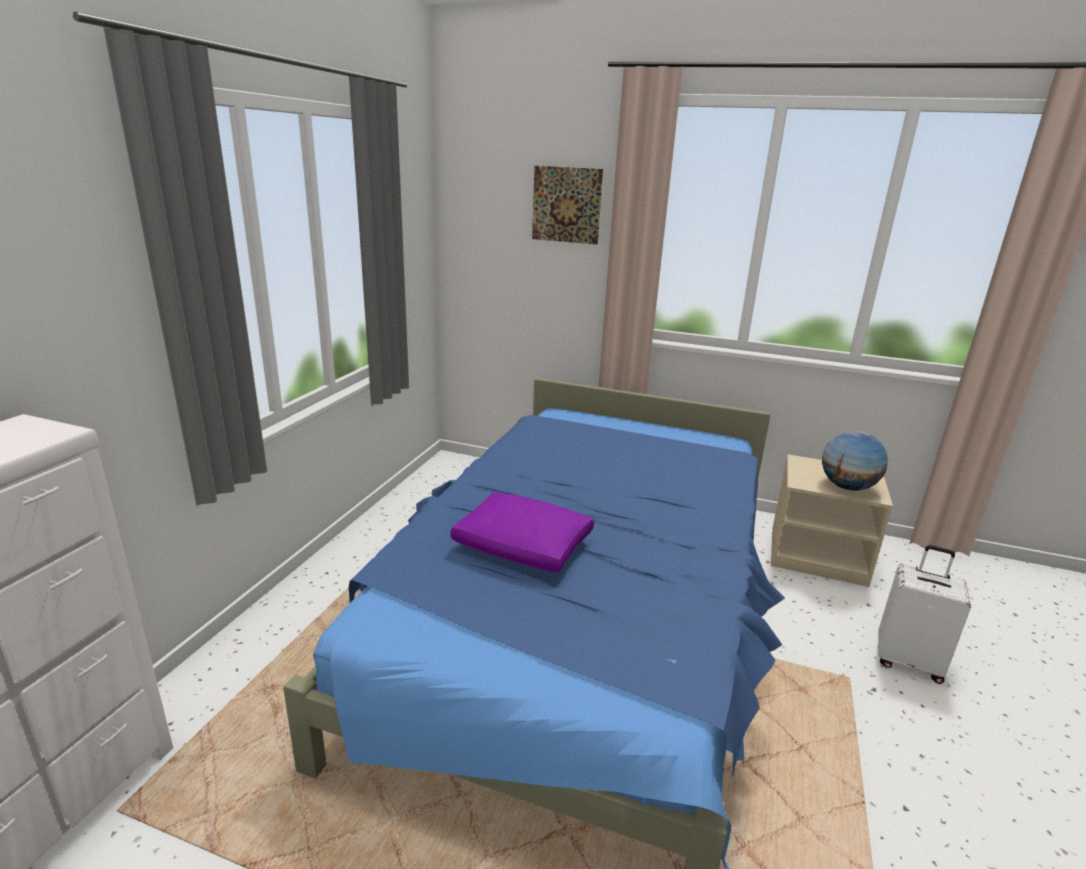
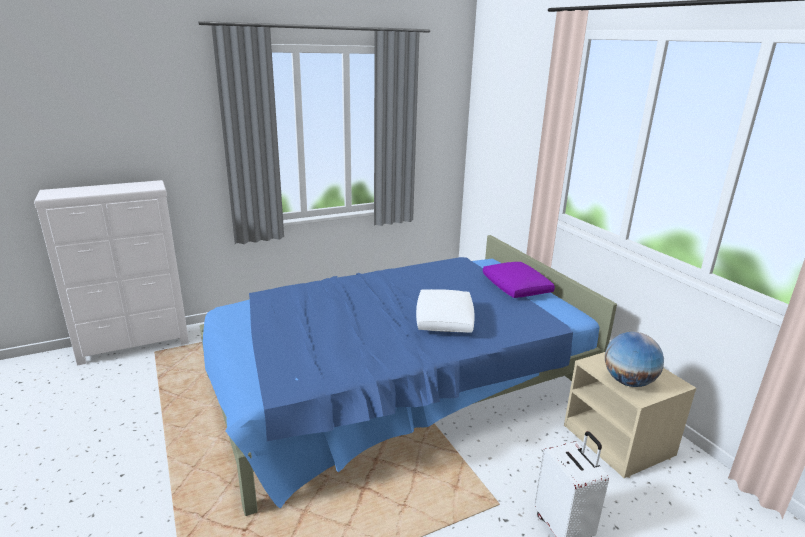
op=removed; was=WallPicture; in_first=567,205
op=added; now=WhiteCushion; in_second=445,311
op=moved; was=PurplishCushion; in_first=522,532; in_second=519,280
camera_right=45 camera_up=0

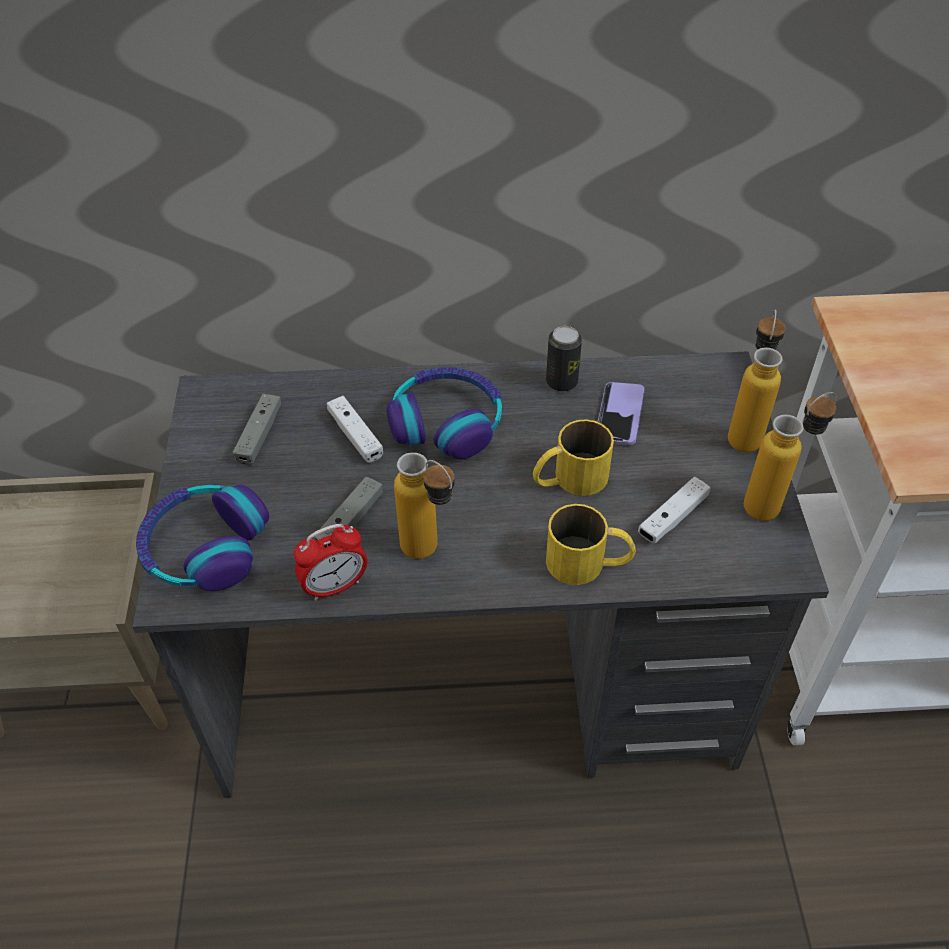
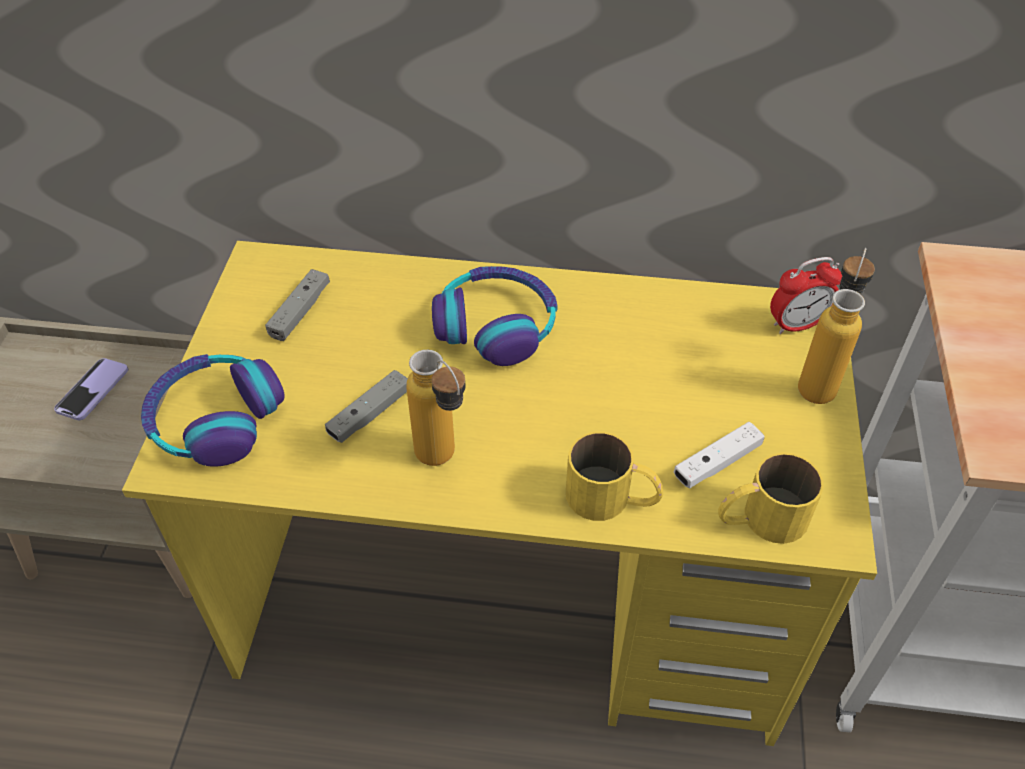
op=removed; was=WhiteJoypad; in_first=355,429
op=removed; was=SealedCan; in_first=564,359
op=removed; was=BeverageBottle; in_first=790,456
op=moved; was=AlarmClock; in_first=330,562; in_second=806,295
op=moved; was=YellowColouredMug; in_first=573,457; in_second=771,498
op=moved; was=Phone; in_first=621,413; in_second=91,389
op=recoloured; was=GrayDeskUnit; now=YellowColouredDeskUnit; in_first=481,574; in_second=499,493
camera_right=10 camera_up=0

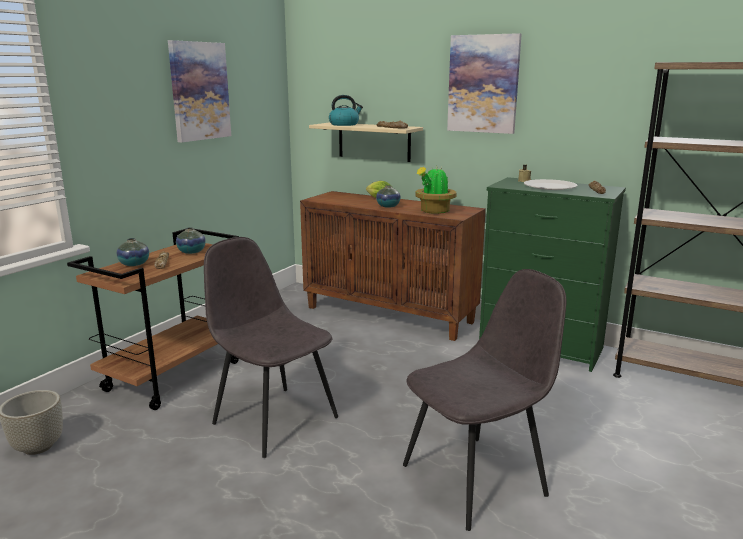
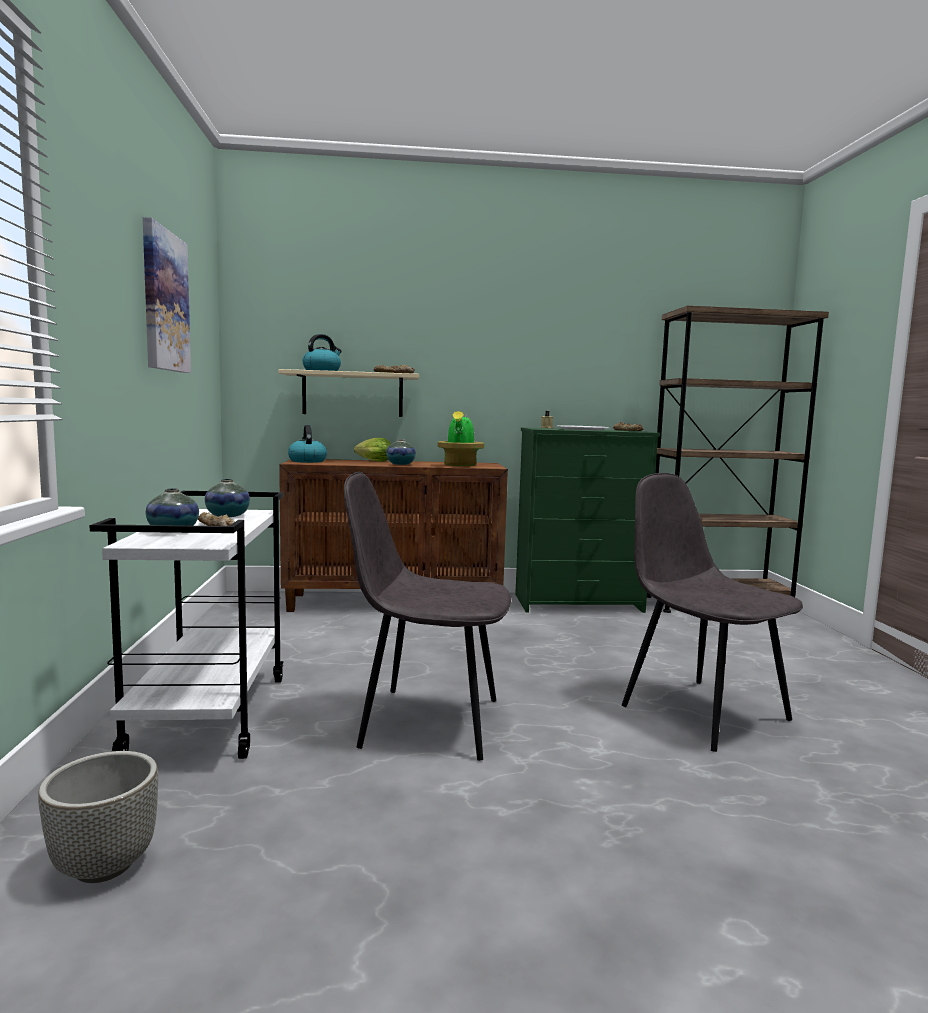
op=removed; was=WallPicture; in_first=484,83
op=added; now=Kettle; in_second=307,444
op=recoloured; was=BrownTrolley; now=WhiteTrolley; in_first=153,319; in_second=186,625
op=turned; was=GrayPlainChair; in_first=484,400; in_second=712,612; clockwise=-60
camera_right=-35 camera_up=-10

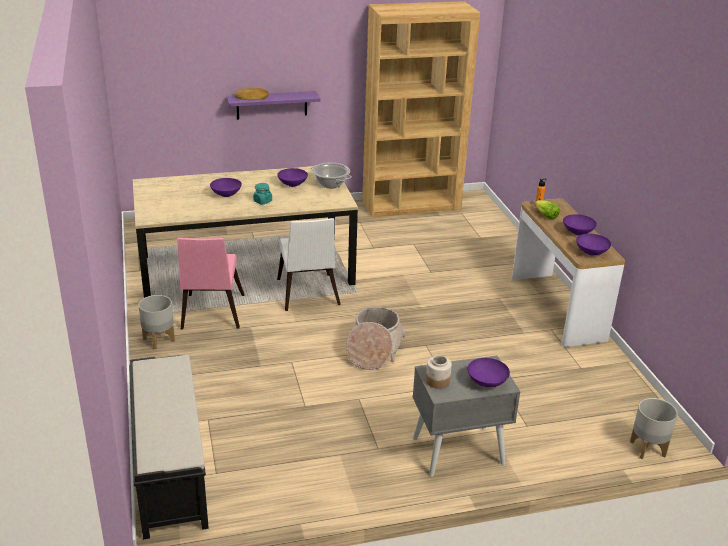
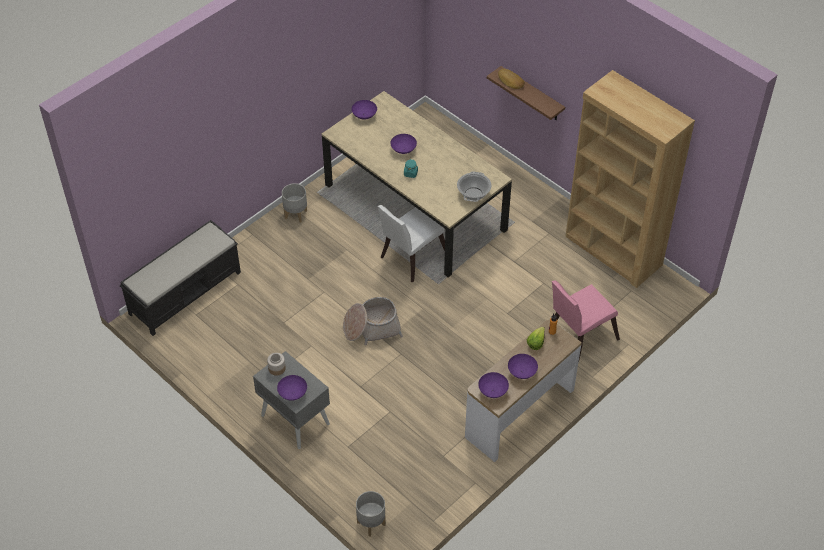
op=moved; was=PinkishPlainChair; in_first=211,283; in_second=586,319
op=moved; was=PurplishDeepDish; in_first=292,177; in_second=364,109
op=recoloured; was=PurplishShelf; now=BrownShelf; in_first=274,105; in_second=526,93
camera_right=60 camera_up=20

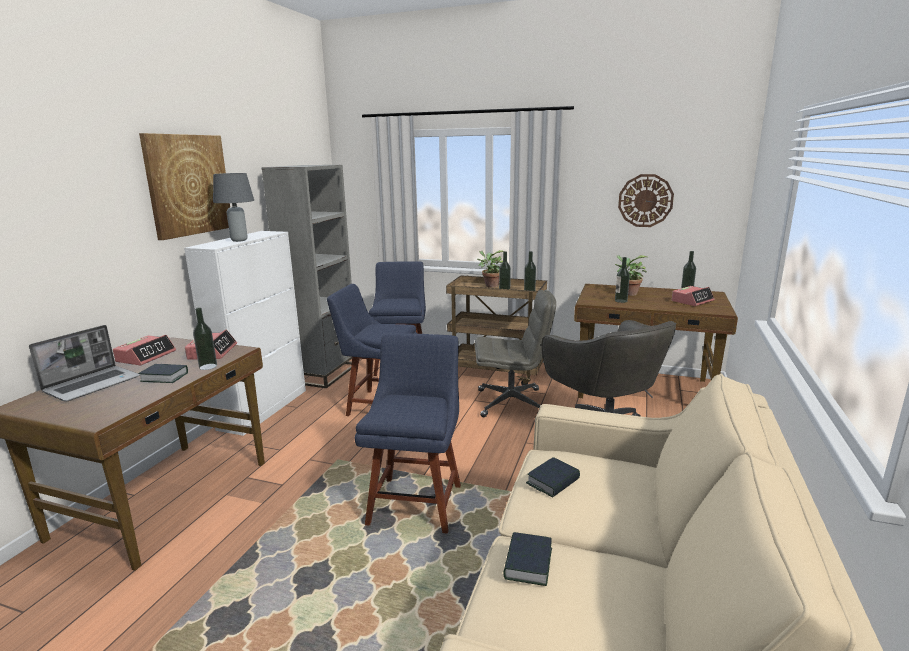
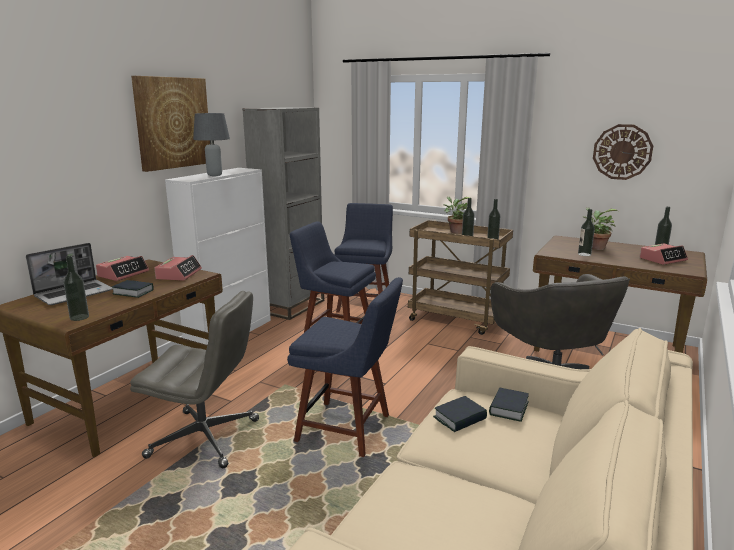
op=moved; was=BeverageBottle; in_first=205,339; in_second=76,288
op=moved; was=GrayDeskChair; in_first=515,353; in_second=194,379
op=moved; was=Book; in_first=527,559; in_second=509,404
op=turned; was=BluePlainChair; in_first=408,433; in_second=345,367; clockwise=90
camera_right=10 camera_up=0

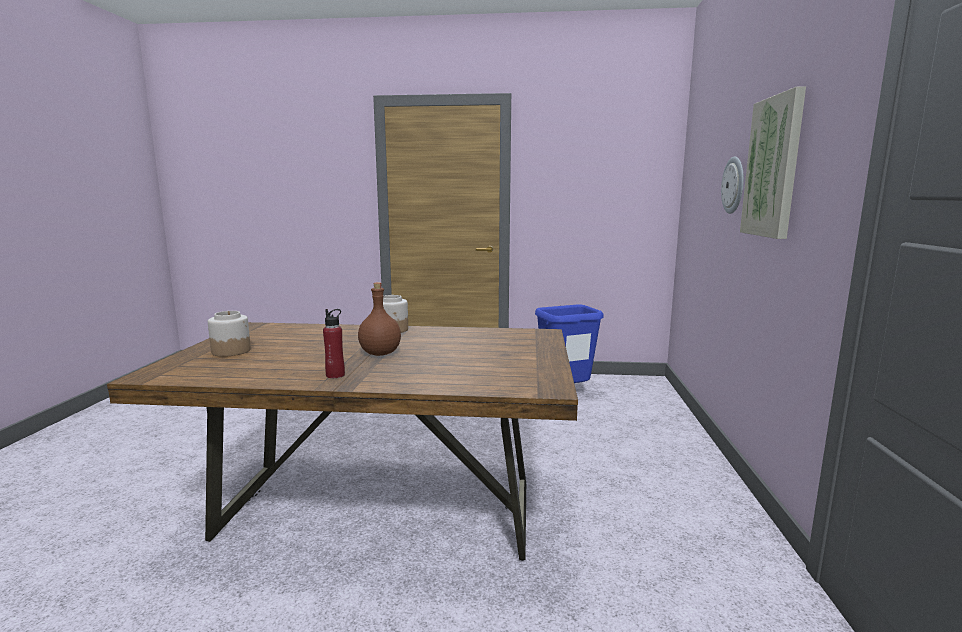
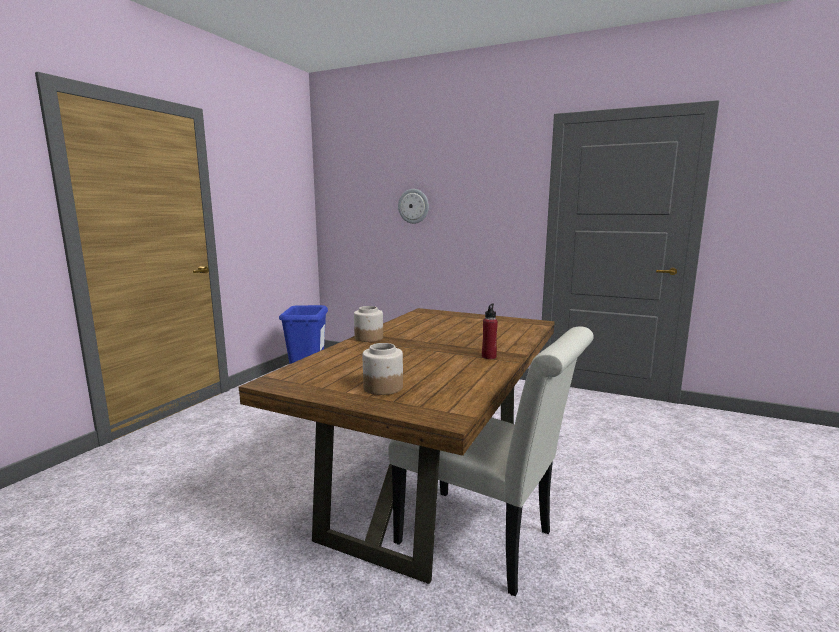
op=removed; was=BrownBeverageBottle; in_first=379,319
op=removed; was=WallPicture; in_first=773,162
op=added; now=WhitePlainChair; in_second=491,461
camera_right=-70 camera_up=0

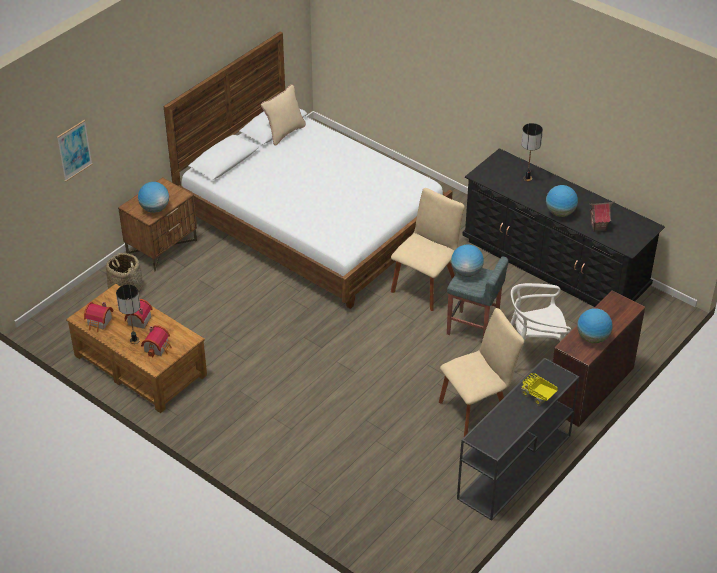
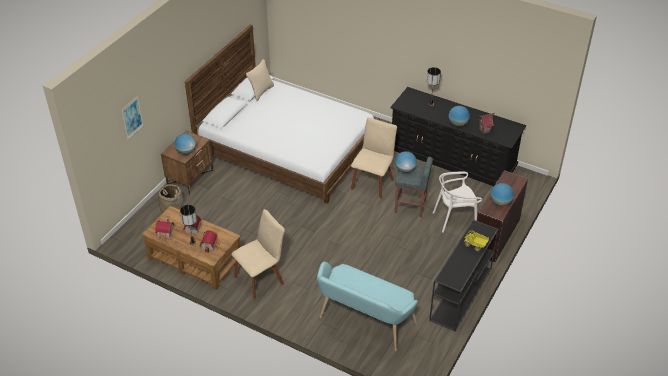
op=added; now=TurquoiseIndoorBench; in_second=367,306
op=moved; was=BeigeColouredPlainChair; in_first=481,372; in_second=258,254
camera_right=-10 camera_up=0

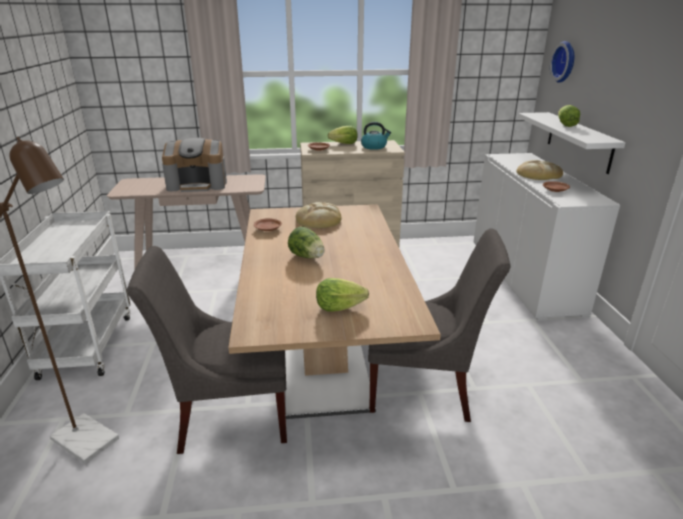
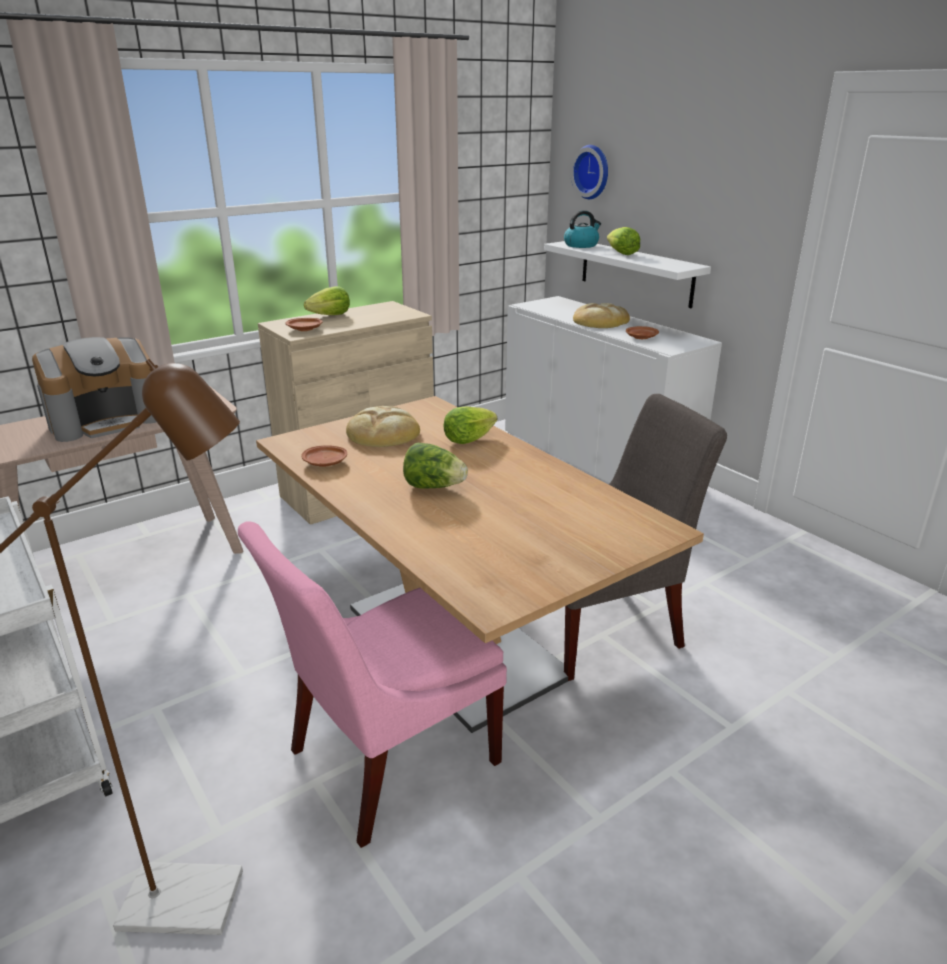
op=moved; was=HeadOfLettuce; in_first=342,295; in_second=470,425
op=moved; was=Kettle; in_first=376,136; in_second=582,229
op=recoloured; was=GrayPlainChair; now=PinkishPlainChair; in_first=207,350; in_second=372,684
camera_right=-30 camera_up=0

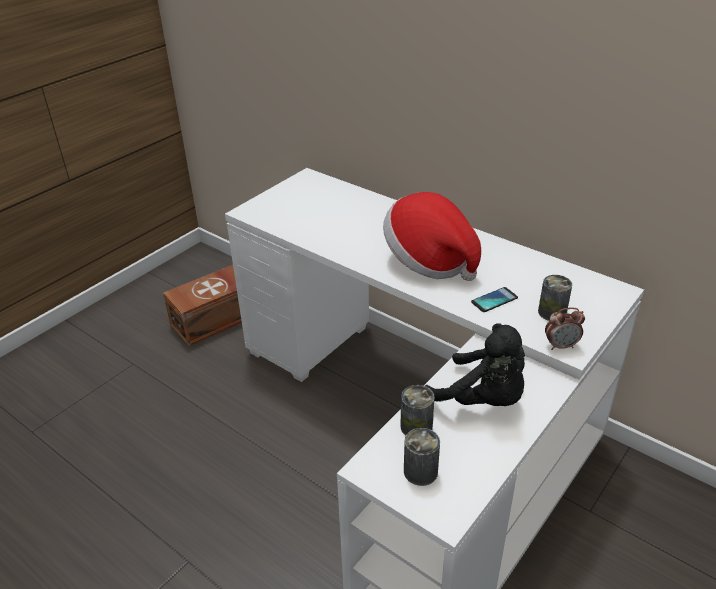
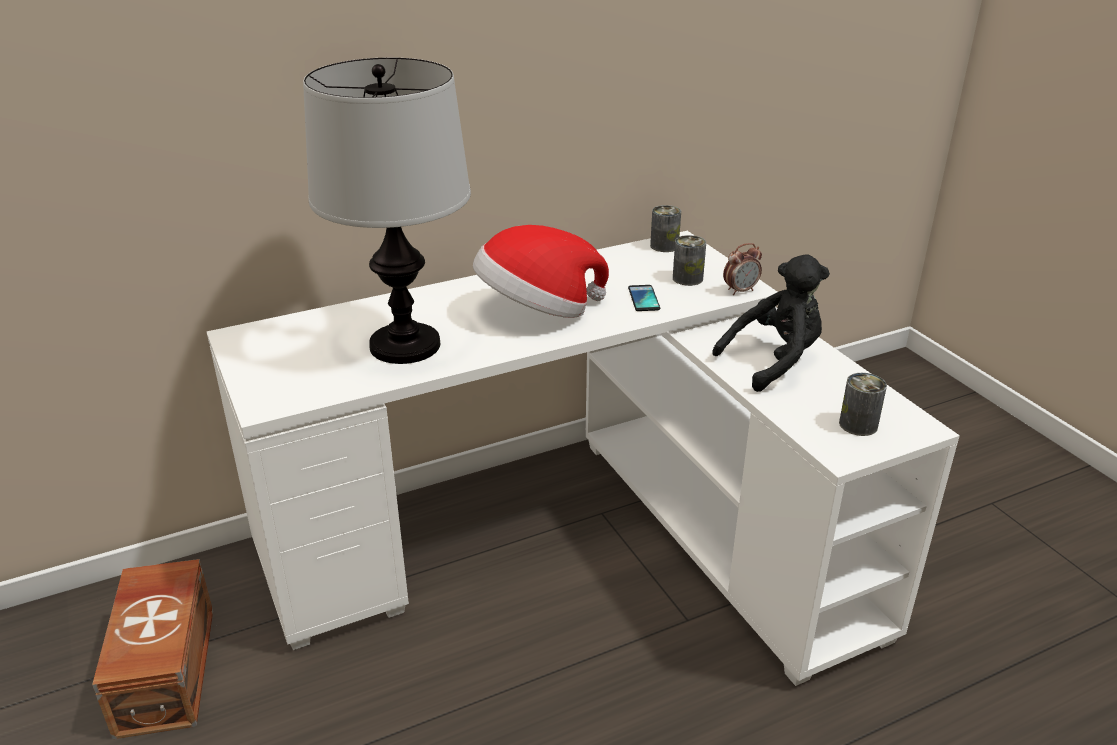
op=added; now=TableLamp; in_second=387,210
op=moved; was=SealedCan; in_first=417,410; in_second=665,228
op=turned; was=AlarmClock; in_first=565,328; in_second=742,269; clockwise=45
camera_right=-65 camera_up=-5

